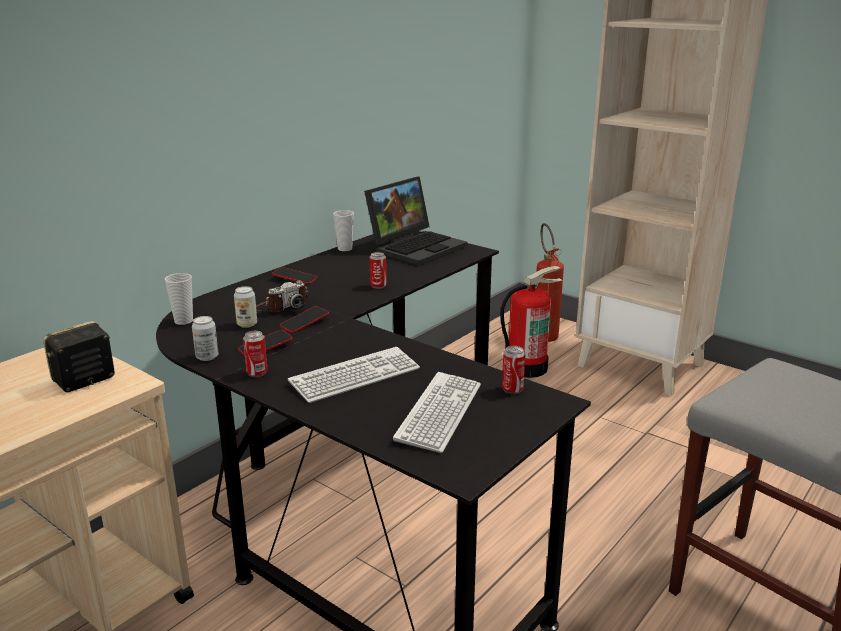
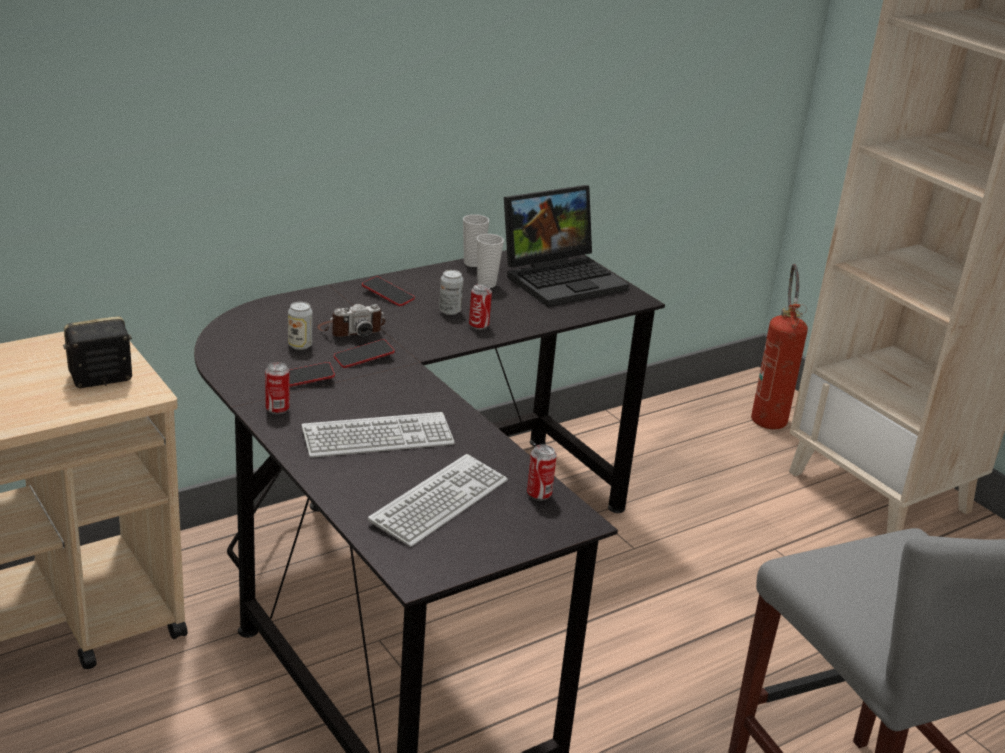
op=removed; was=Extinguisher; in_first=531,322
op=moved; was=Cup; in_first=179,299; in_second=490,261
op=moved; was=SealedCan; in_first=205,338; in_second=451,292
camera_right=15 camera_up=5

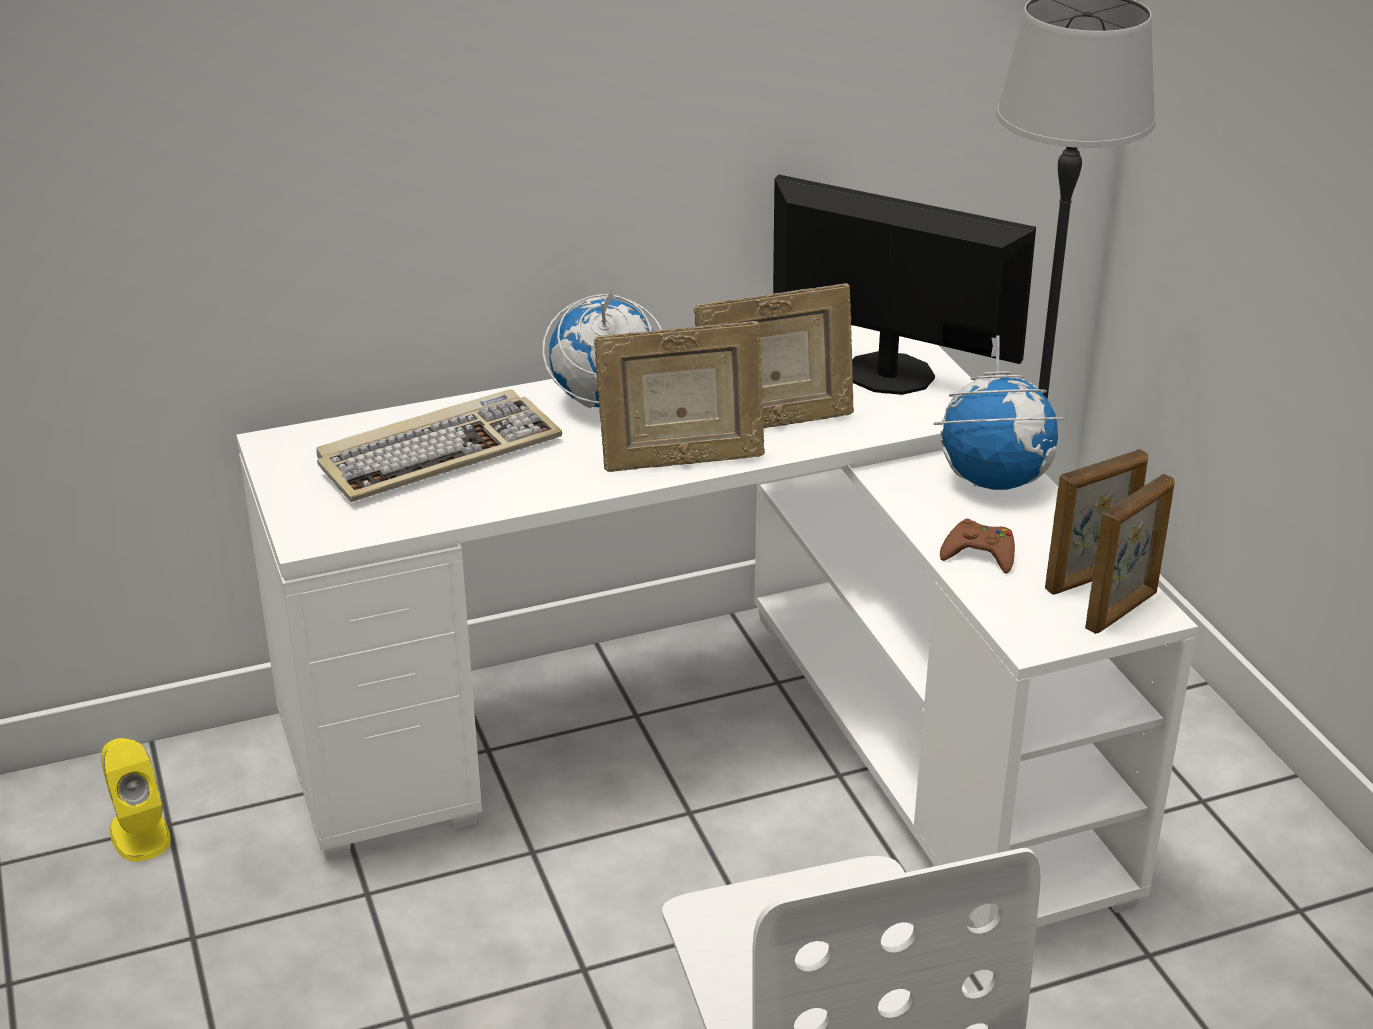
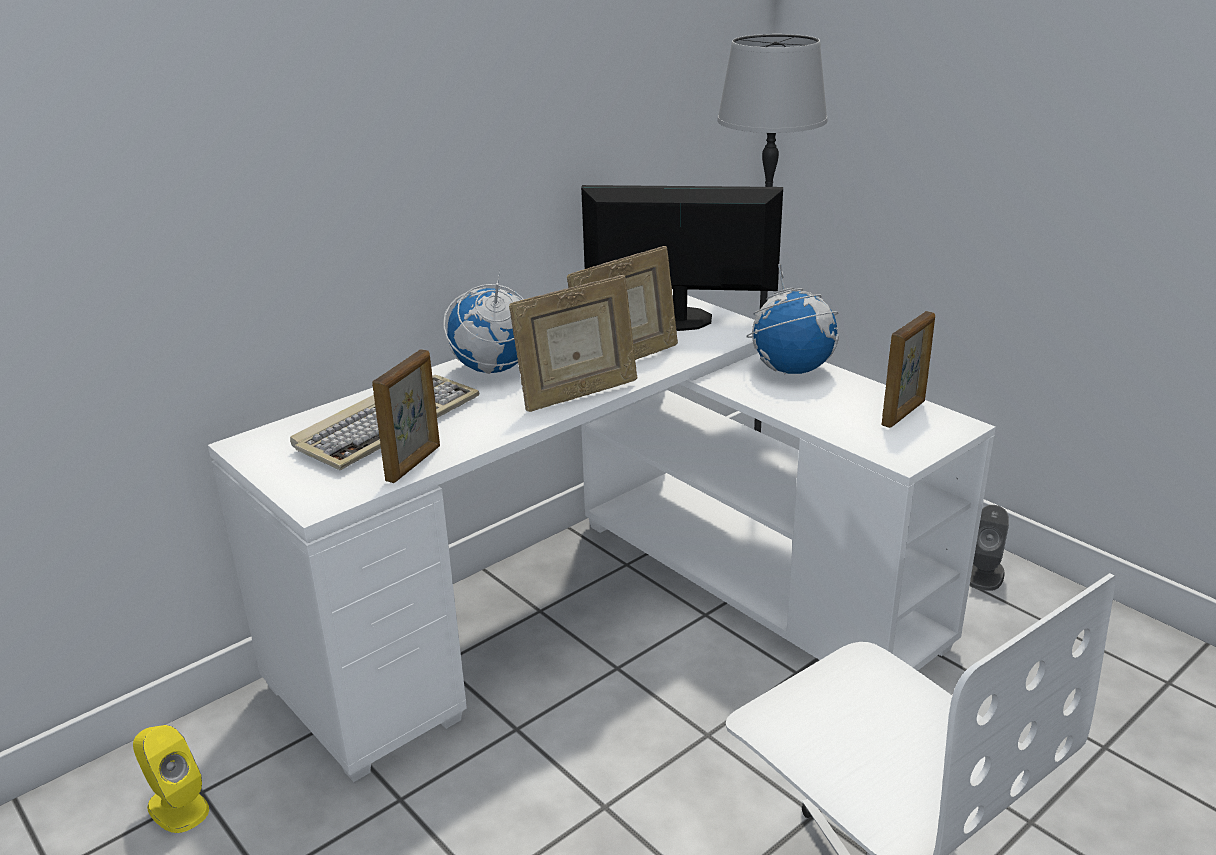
op=removed; was=BrownJoypad; in_first=977,546
op=added; now=GrayAudioSpeaker; in_second=989,548
op=moved; was=PhotoFrame; in_first=1130,554; in_second=406,416
camera_right=-20 camera_up=-5

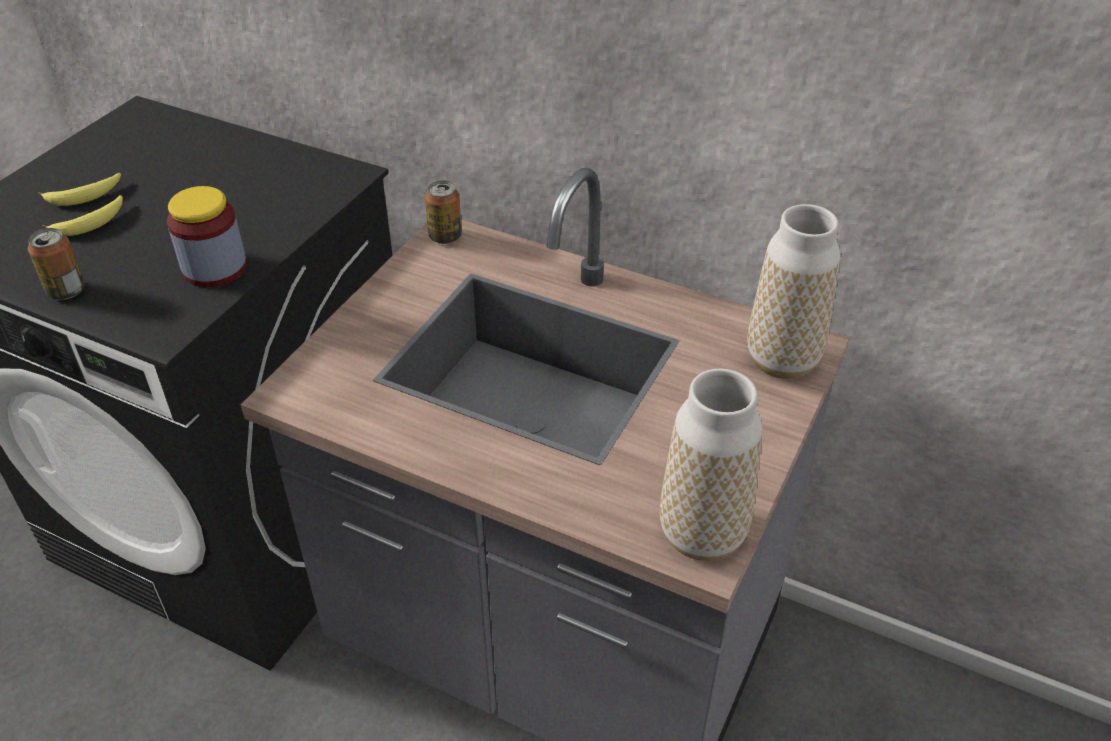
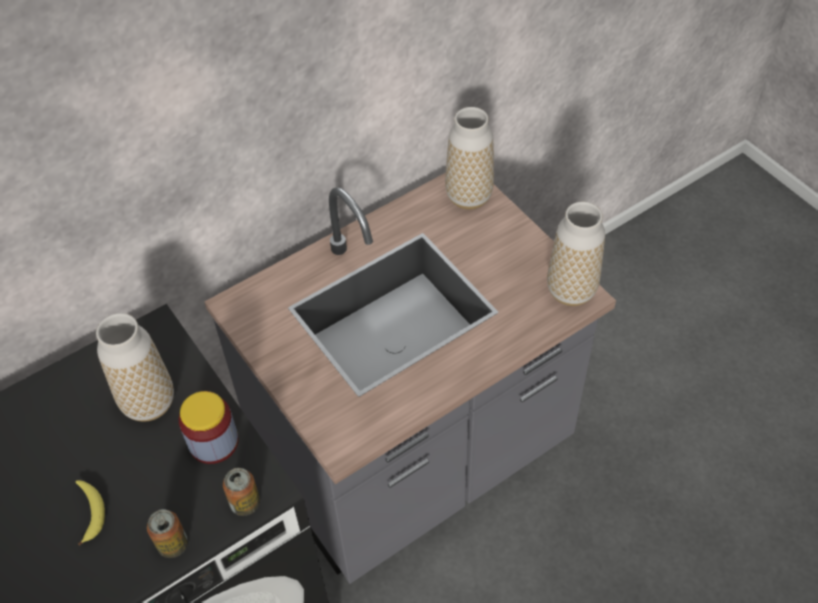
op=removed; was=WholeBanana; in_first=79,189
op=added; now=FlowerVase; in_second=135,367
op=moved; was=SealedCan; in_first=443,212; in_second=241,492
camera_right=-60 camera_up=10

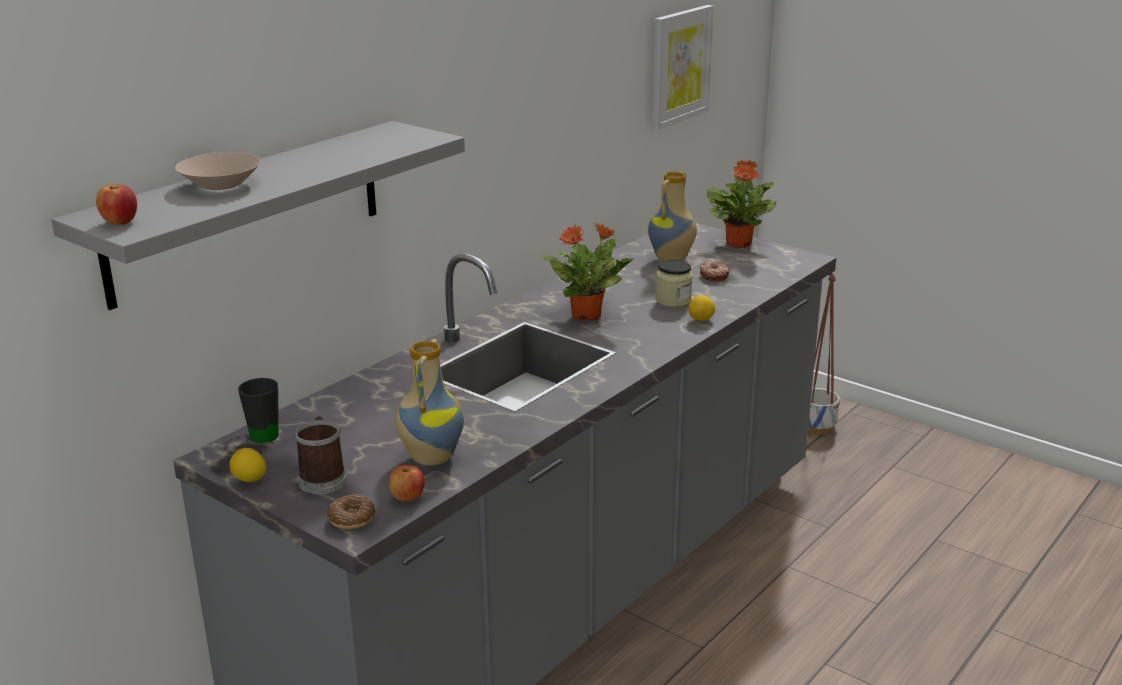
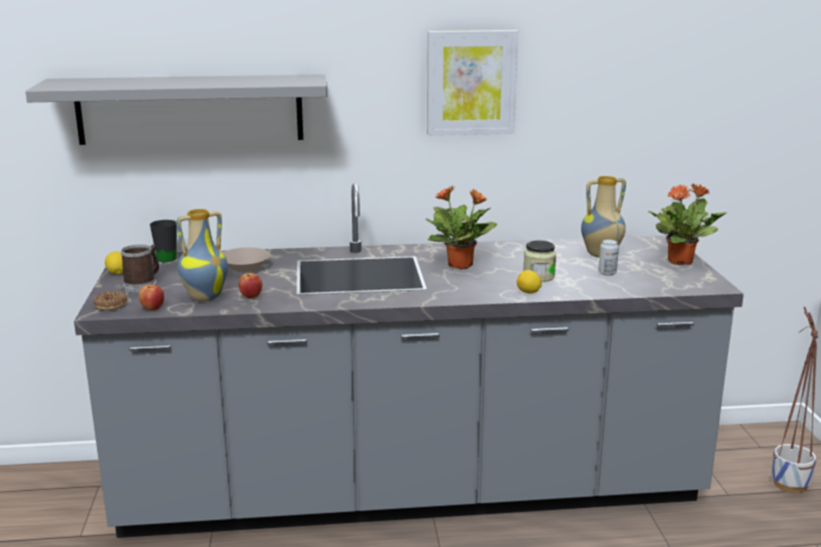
op=moved; was=WholeApple; in_first=116,204; in_second=250,286
op=moved; was=BeigeColouredDeepDish; in_first=218,171; in_second=246,259
op=moved; was=WallPicture; in_first=683,67; in_second=472,82
op=replaced; was=RingDoughnut; now=SealedCan; in_first=714,271; in_second=608,257
camera_right=45 camera_up=-5

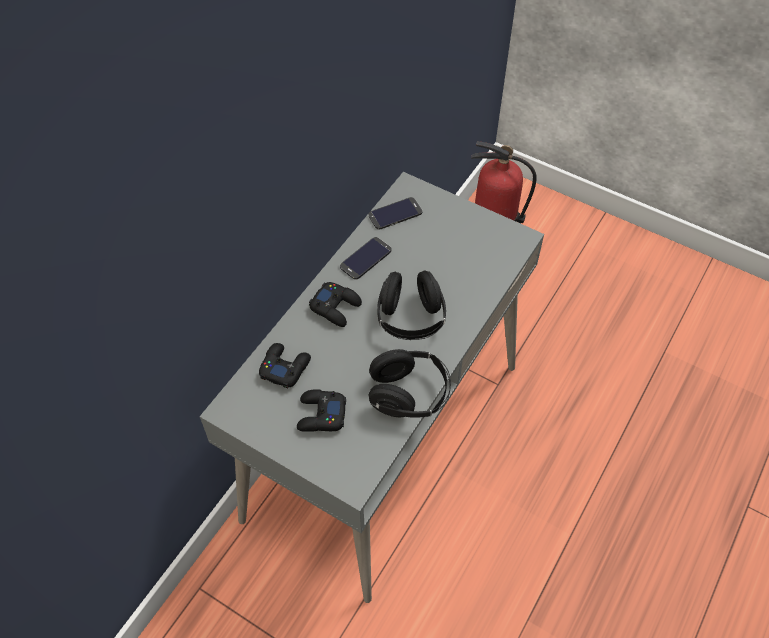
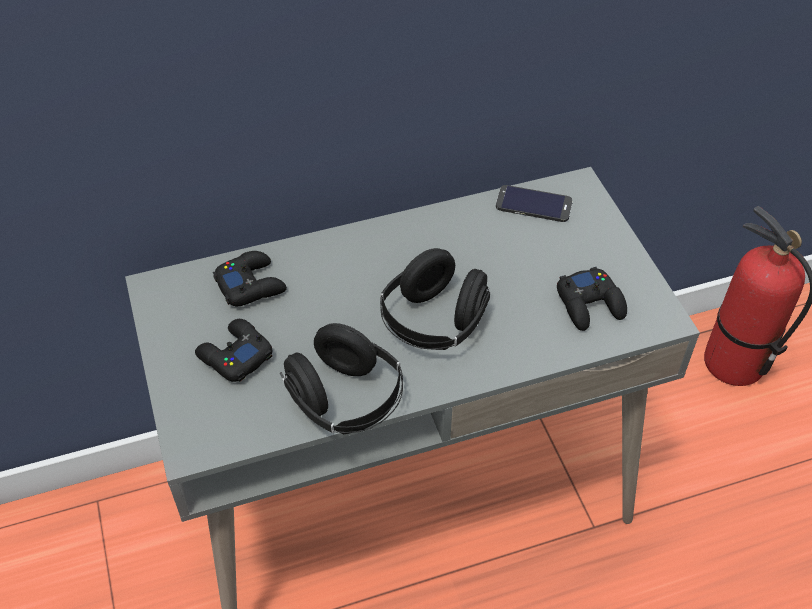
op=removed; was=Phone; in_first=366,258
op=moved; was=BlackColouredJoypad; in_first=335,304; in_second=592,299
camera_right=40 camera_up=-5

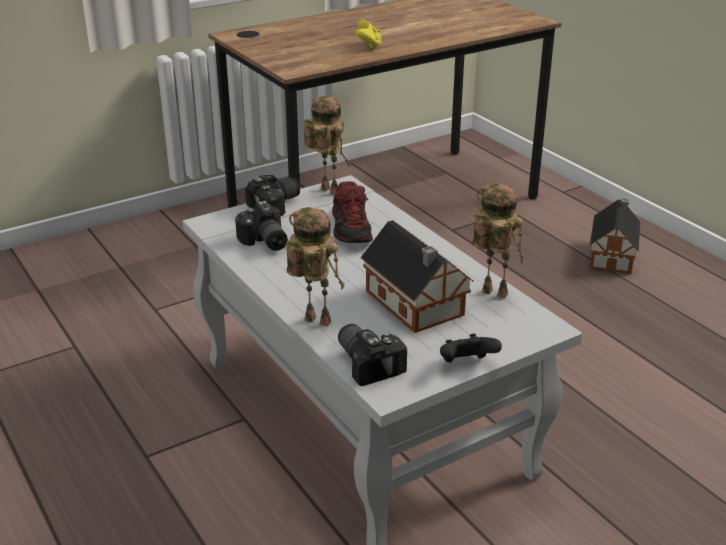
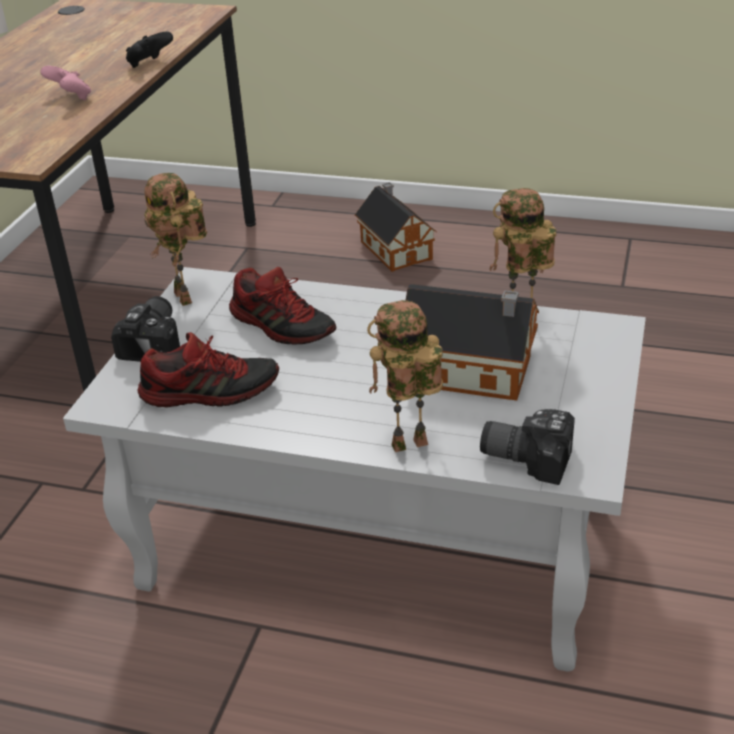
op=moved; was=BlackColouredJoypad; in_first=471,348; in_second=149,50
op=replaced; was=PhotoCamera; now=Shoe; in_first=261,226; in_second=208,370
op=recoloured; was=YellowColouredJoypad; now=PinkishJoypad; in_first=369,34; in_second=65,83
op=turned; was=RobotFigure; in_first=327,146; in_second=175,239; clockwise=-120
camera_right=-40 camera_up=5

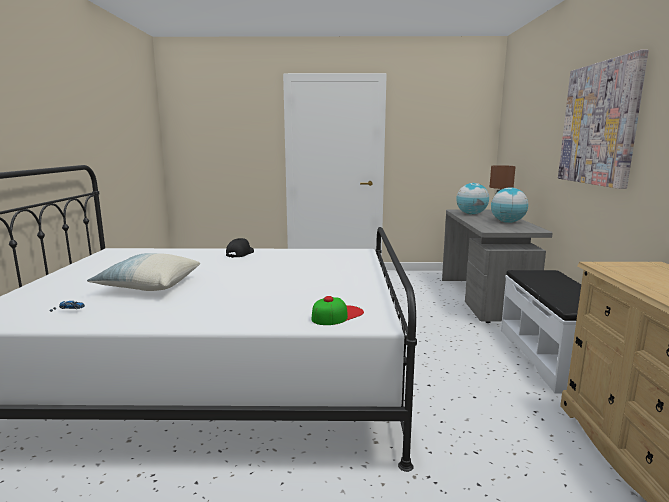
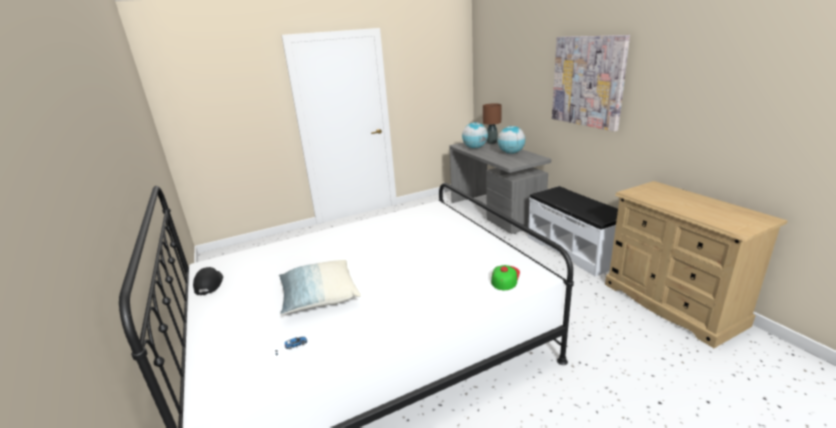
op=moved; was=BlackColouredPeakedCap; in_first=240,248; in_second=208,281
camera_right=-25 camera_up=10

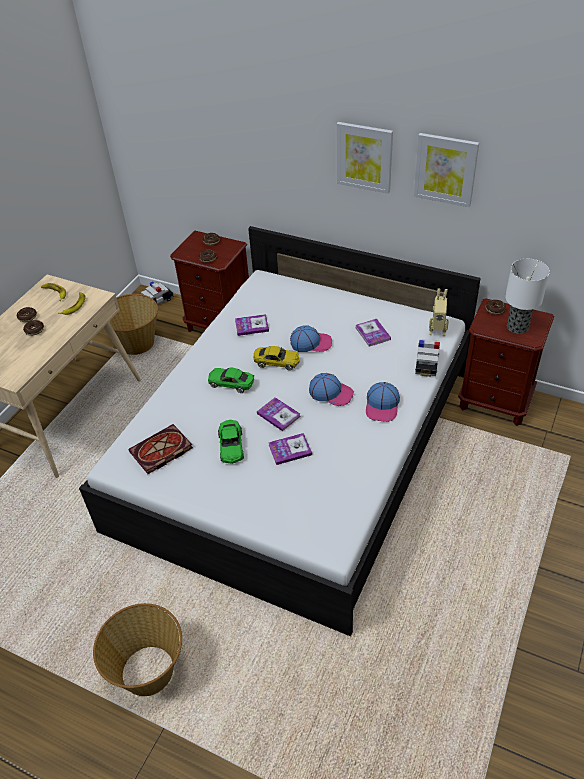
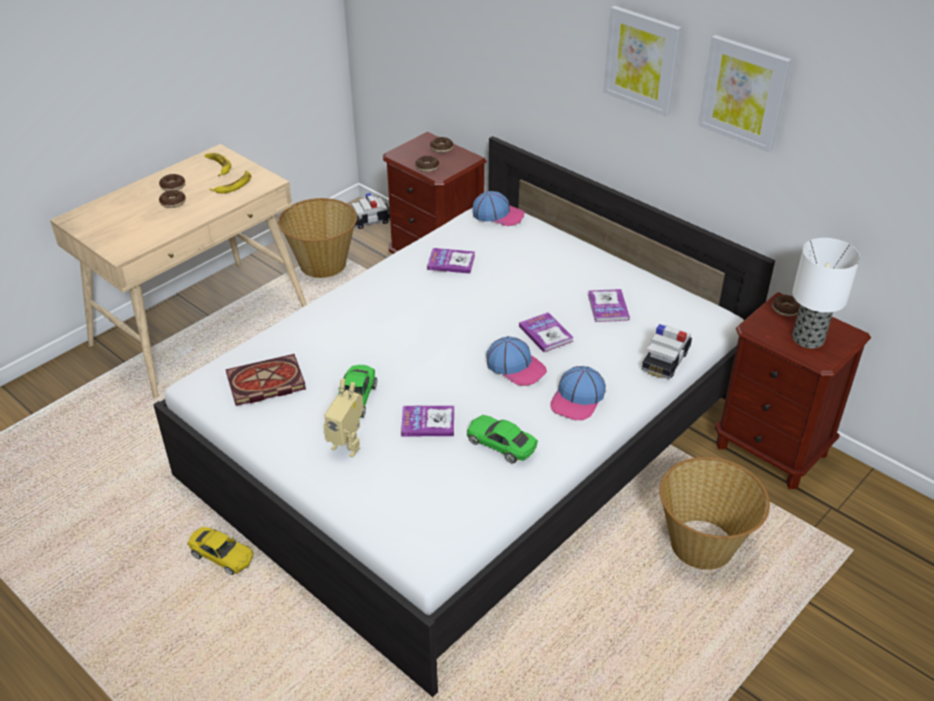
op=moved; was=Basket; in_first=137,649; in_second=715,513
op=moved; was=GreenishModelCar; in_first=231,380; in_second=502,439
op=moved; was=YellowColouredModelCar; in_first=276,358; in_second=220,551
op=moved; was=Book; in_first=279,414; in_second=546,332
op=moved; was=PeakedCap; in_first=311,338; in_second=499,208
op=moved; was=RobotFigure; in_first=439,312; in_second=344,418
camera_right=15 camera_up=-5

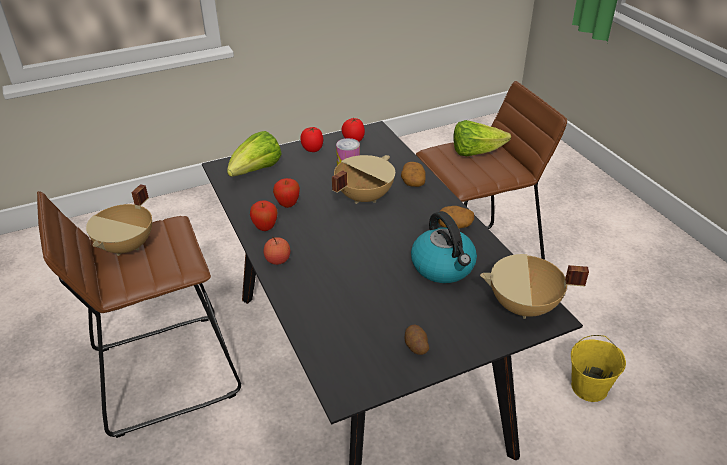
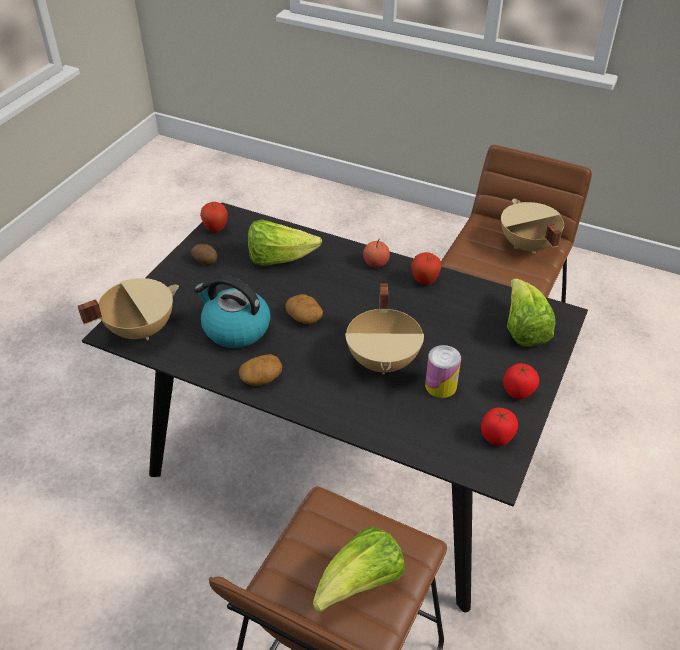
op=removed; was=YellowColouredWaterBucket; in_first=598,368
op=added; now=HeadOfLettuce; in_second=285,243
op=moved; was=WholeApple; in_first=286,193; in_second=214,217
op=moved; was=Spud; in_first=413,174; in_second=304,309
camera_right=140 camera_up=5

